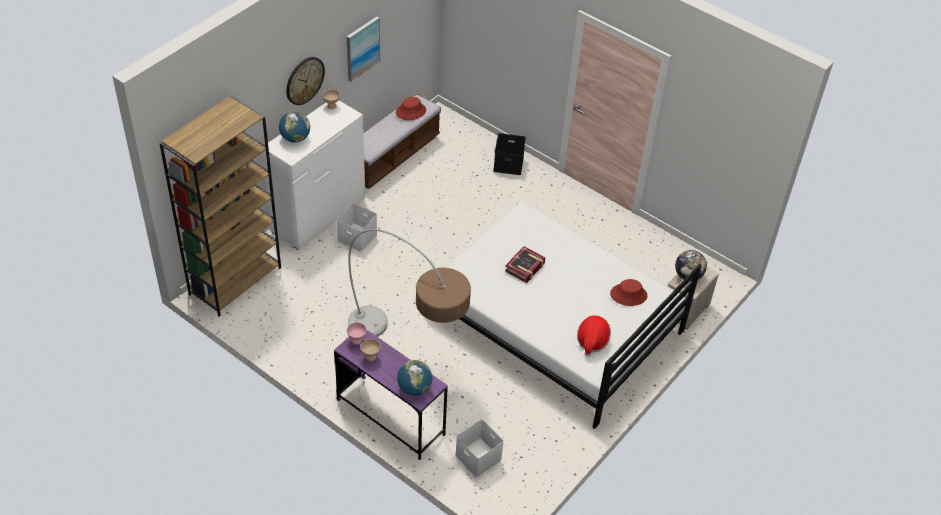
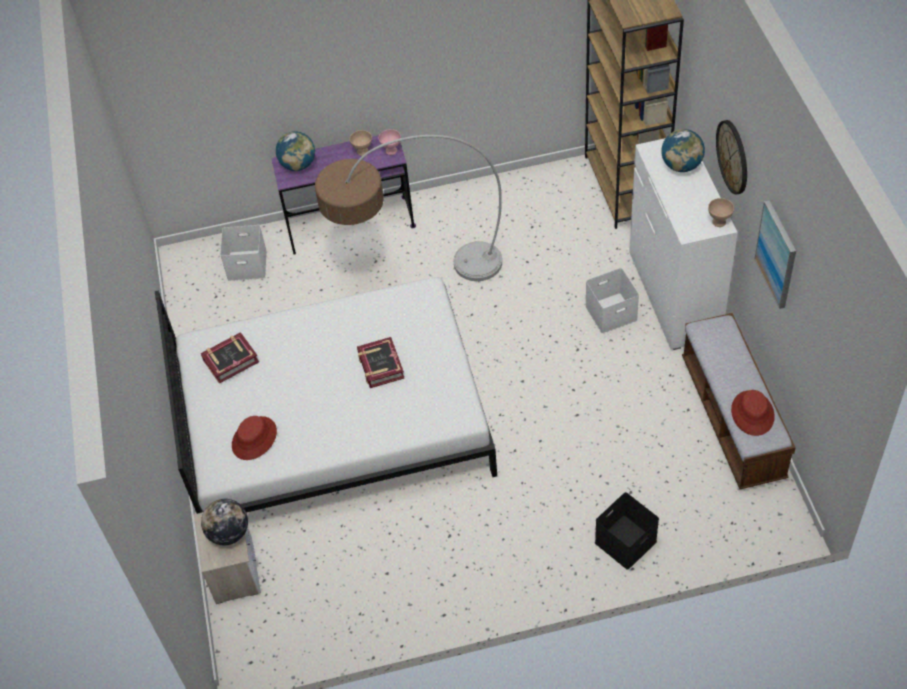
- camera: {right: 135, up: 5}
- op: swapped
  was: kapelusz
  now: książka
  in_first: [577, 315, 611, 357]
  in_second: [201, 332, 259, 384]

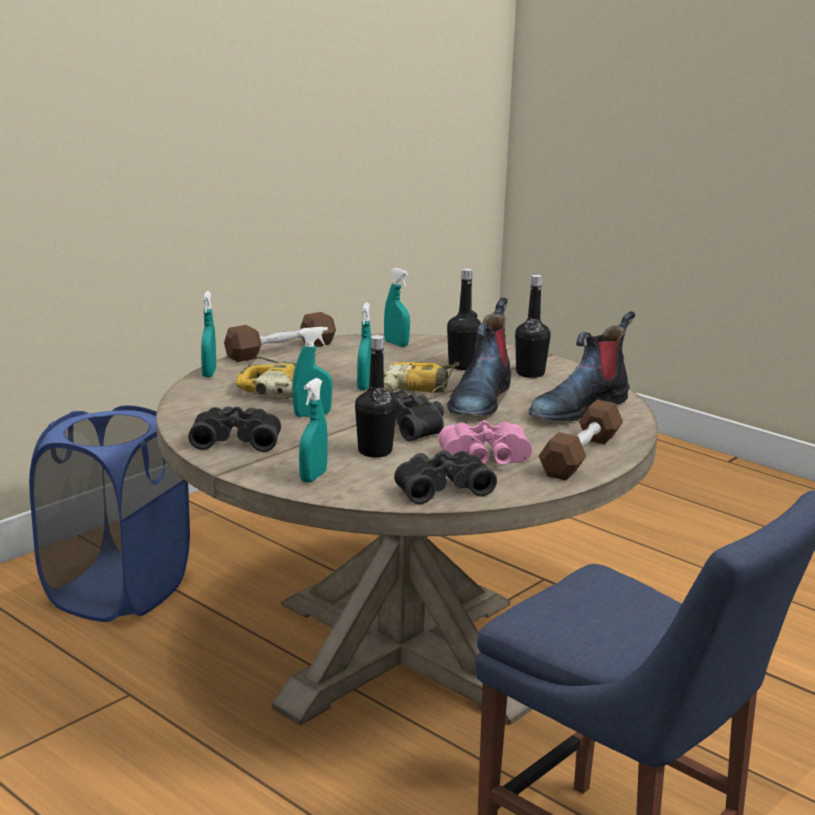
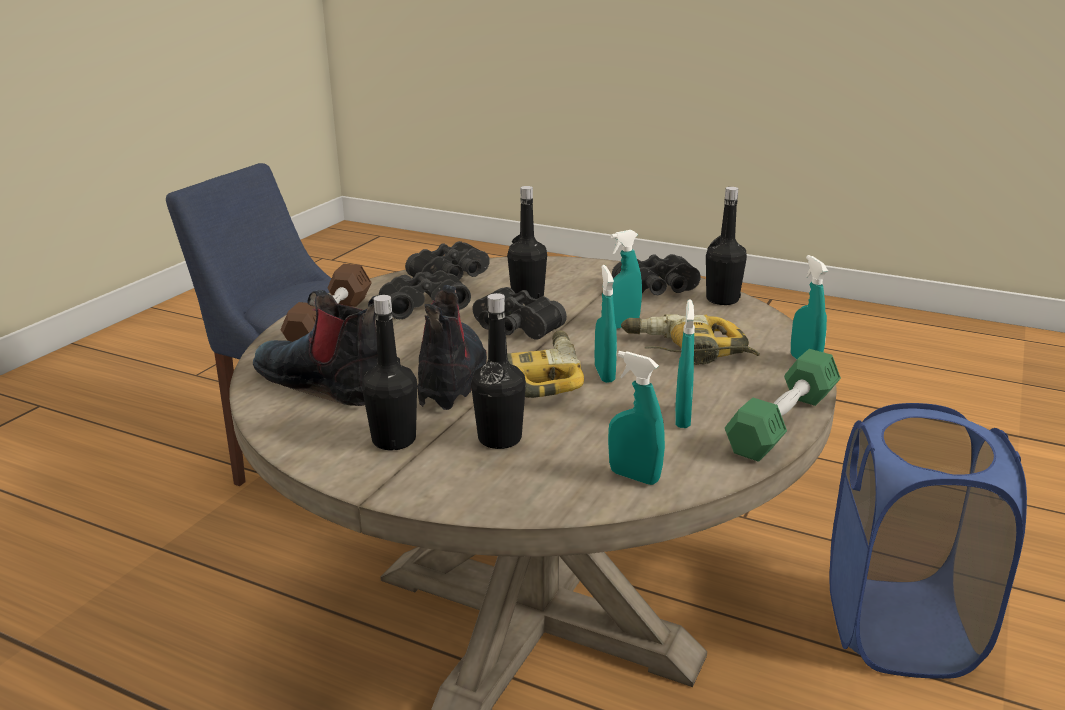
- camera: {right: 165, up: 5}
- op: new
  now: butelka (czarny)
  in_second: [706, 187, 747, 305]
- op: shifted
  was: spryskiwacz (turkusowy)
  in_first: [299, 378, 328, 483]
  in_second: [675, 300, 695, 428]
- op: repainted
  was: hantel (brązowy)
  now: hantel (zielony)
  in_first: [224, 312, 336, 362]
  in_second: [725, 349, 841, 461]
- op: repainted
  was: lornetka (różowy)
  now: lornetka (czarny)
  in_first: [438, 421, 532, 465]
  in_second: [379, 270, 471, 319]
- op: rotated
  was: but z cholewką
  in_first: [529, 311, 635, 422]
  in_second: [253, 290, 378, 406]
  clockwise: -90

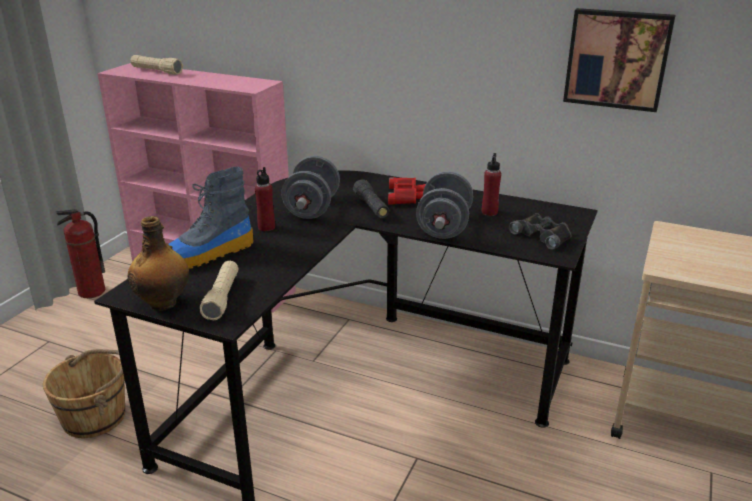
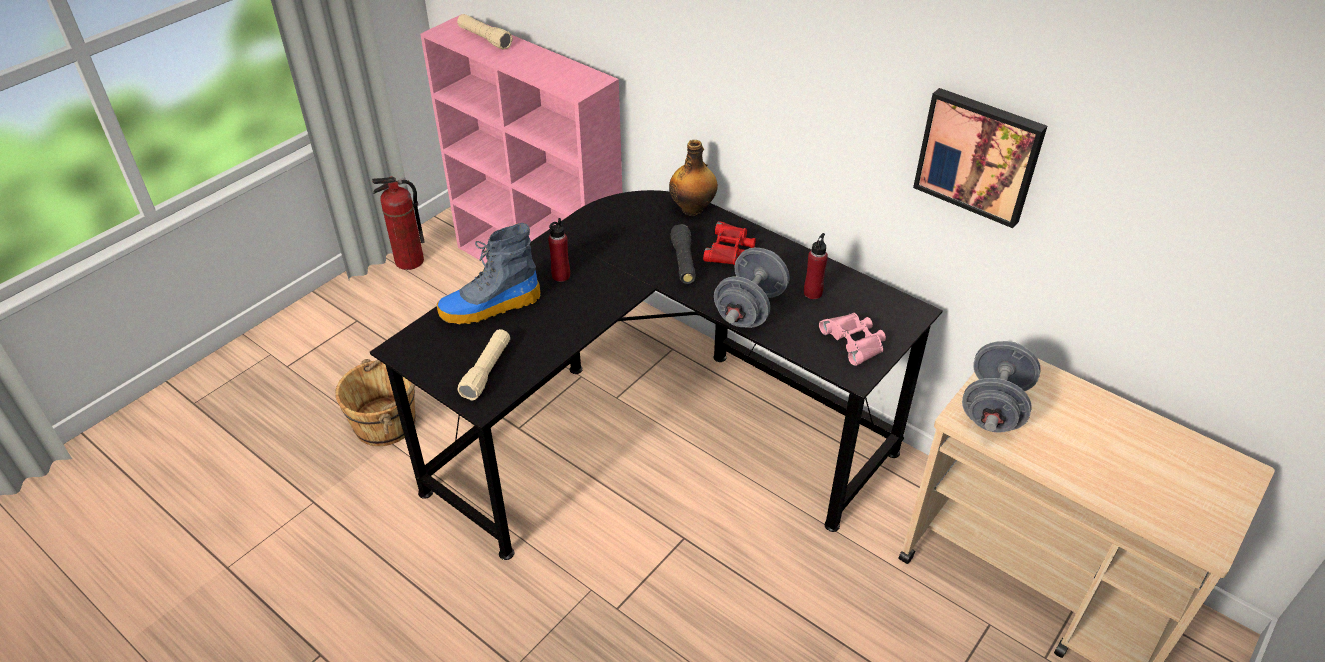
- camera: {right: 15, up: 15}
- op: shifted
  was: butelka
  in_first: [128, 216, 189, 311]
  in_second: [669, 140, 718, 216]
- op: shifted
  was: hantel (szary)
  in_first: [281, 156, 340, 219]
  in_second: [962, 341, 1041, 432]
- op: repainted
  was: lornetka (czarny)
  now: lornetka (różowy)
  in_first: [509, 213, 572, 250]
  in_second: [819, 313, 886, 366]

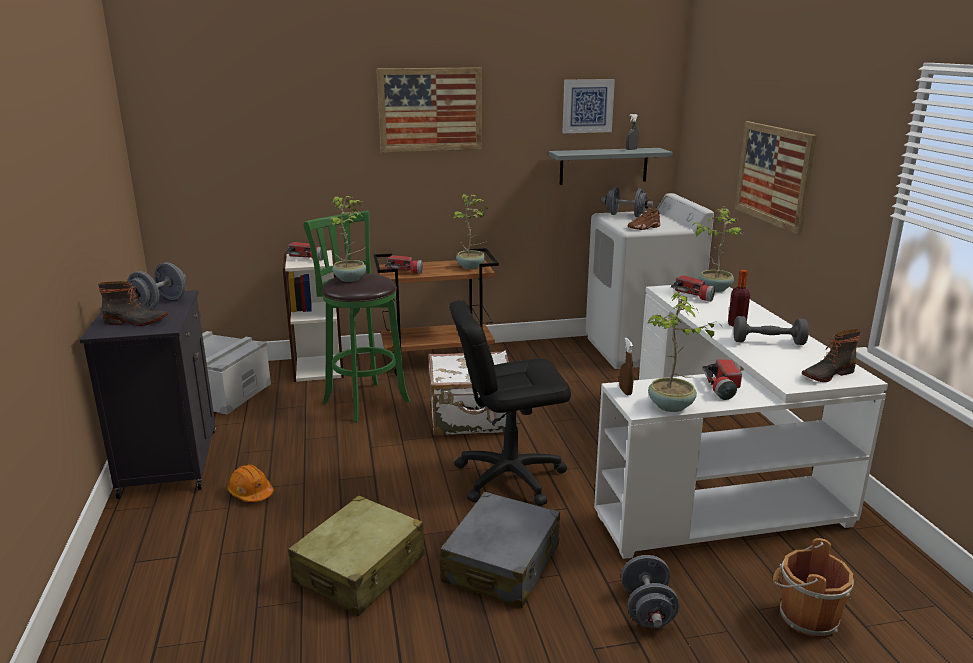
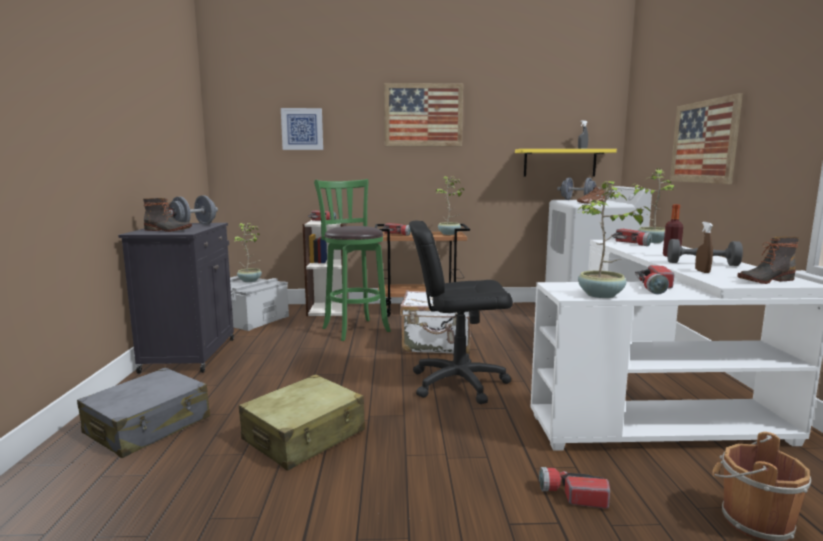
- camera: {right: 10, up: -10}
- op: gone
  was: kask (pomarańczowy)
  in_first: [228, 464, 274, 502]
- op: shifted
  was: roślina doniczkowa
  in_first: [328, 196, 366, 282]
  in_second: [232, 223, 262, 282]
- op: shifted
  was: walizka (szary)
  in_first: [440, 492, 560, 608]
  in_second: [77, 368, 210, 458]
- op: shifted
  was: obraz
  in_first: [562, 79, 615, 133]
  in_second: [281, 108, 323, 150]
- op: shifted
  was: spryskiwacz (brązowy)
  in_first: [619, 338, 634, 396]
  in_second: [695, 222, 713, 273]
- op: swapped
  was: hantel (szary)
  now: latarka
  in_first: [621, 555, 679, 628]
  in_second: [539, 467, 610, 509]
- op: repainted
  was: półka (szary)
  now: półka (żółty)
  in_first: [548, 148, 673, 185]
  in_second: [515, 149, 617, 177]

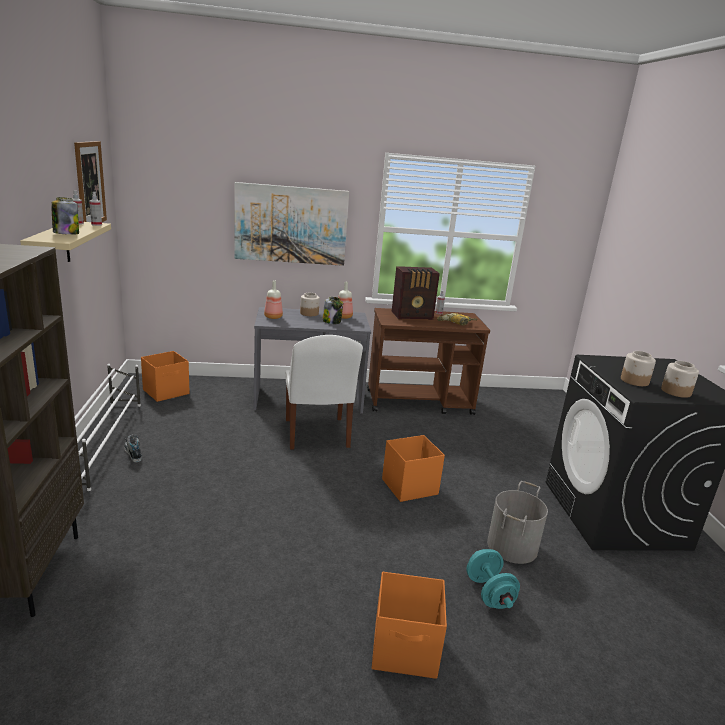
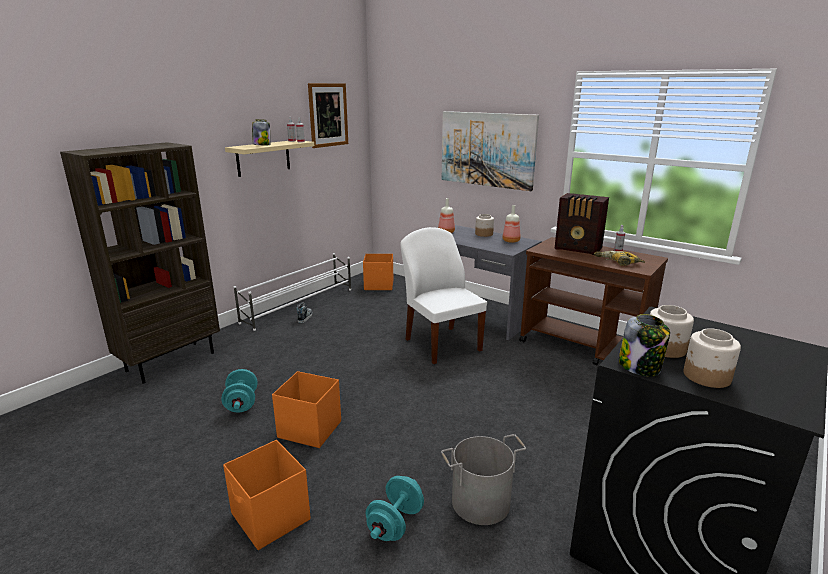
- camera: {right: 45, up: 0}
- op: new
  now: hantel (turkusowy)
  in_second: [221, 369, 257, 413]
- op: shifted
  was: słoik
  in_first: [322, 297, 343, 324]
  in_second: [619, 314, 670, 377]
- op: shifted
  was: pojemnik do przechowywania (pomarańczowy)
  in_first: [382, 435, 445, 502]
  in_second: [272, 371, 341, 448]
- op: rotated
  was: krzesło (biały)
  in_first: [286, 335, 363, 449]
  in_second: [400, 227, 487, 364]
  clockwise: 120

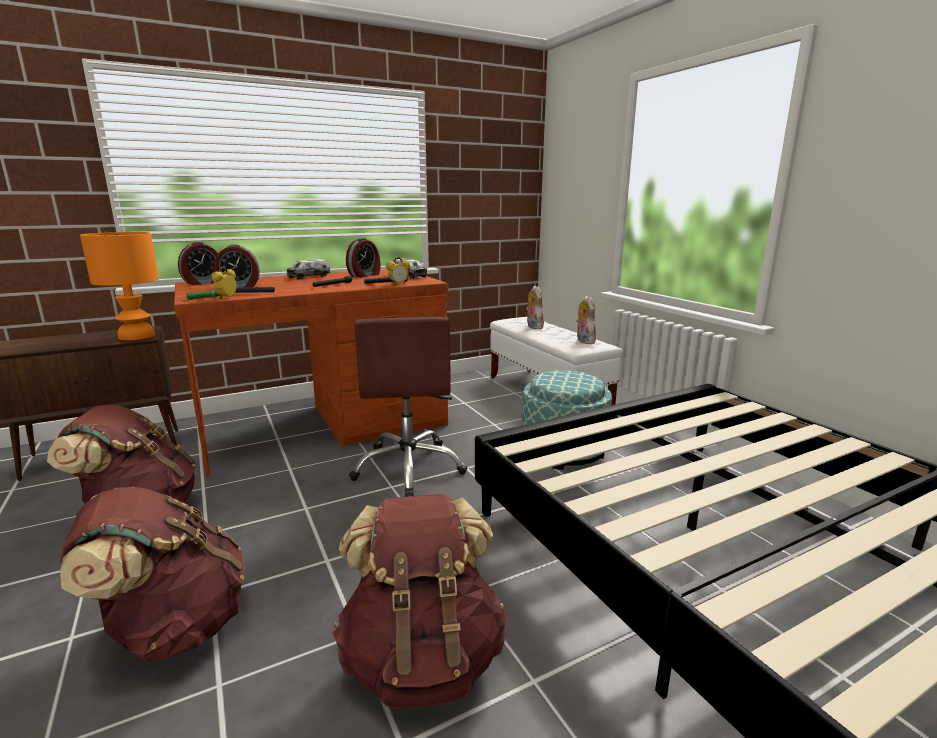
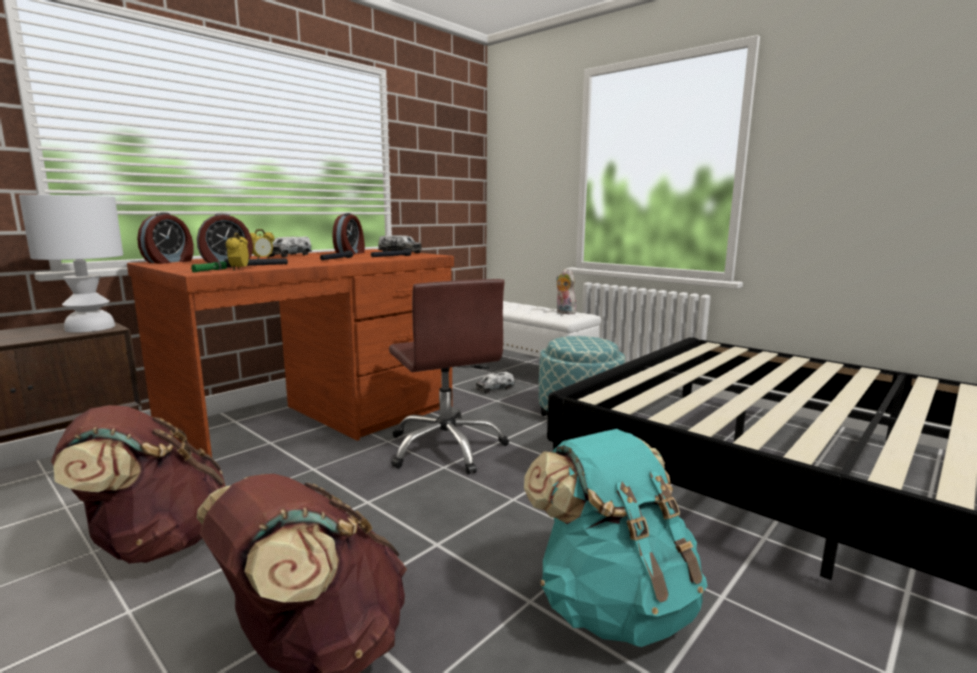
- camera: {right: -20, up: -5}
- op: gone
  was: pluszak
  in_first: [526, 286, 544, 329]
- op: new
  now: ciężarówka zabawkowa
  in_second: [476, 371, 514, 394]
- op: shifted
  was: budzik
  in_first: [386, 257, 410, 285]
  in_second: [250, 229, 274, 259]
- op: repainted
  was: lampa stołowa (pomarańczowy)
  now: lampa stołowa (biały)
  in_first: [80, 232, 159, 340]
  in_second: [19, 195, 123, 333]
- op: repainted
  was: plecak (brązowy)
  now: plecak (turkusowy)
  in_first: [332, 494, 507, 708]
  in_second: [524, 429, 707, 647]

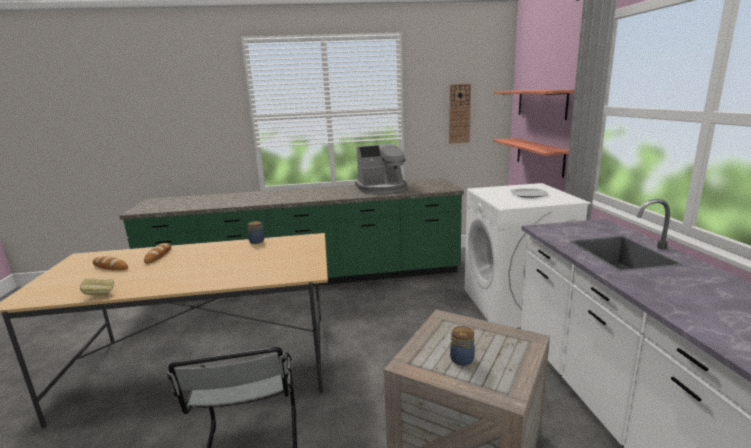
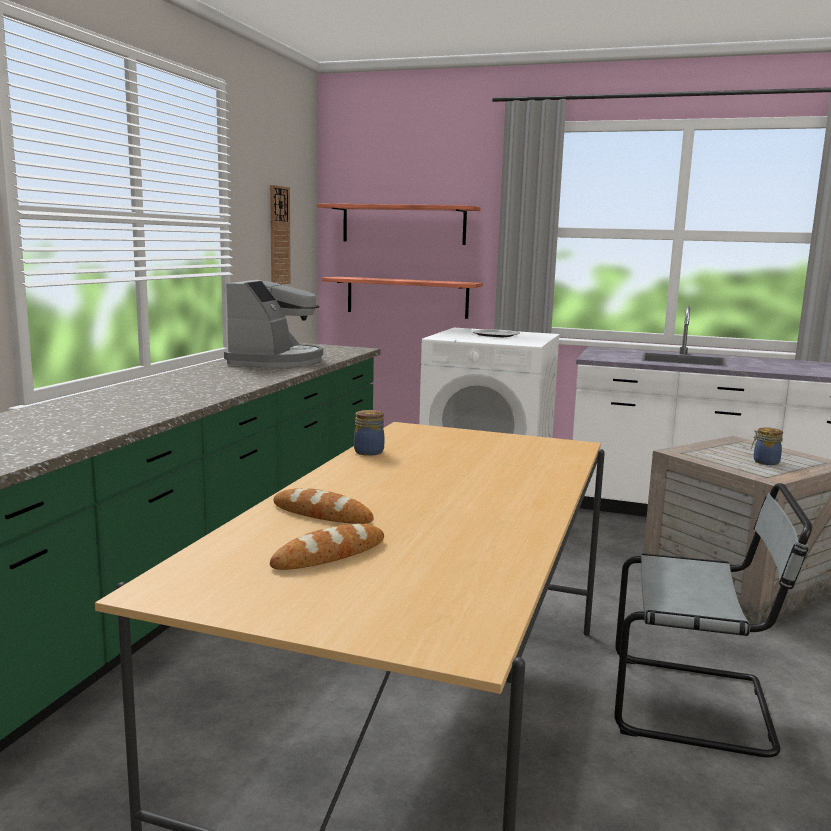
- camera: {right: -65, up: -5}
- op: gone
  was: chleb
  in_first: [80, 278, 114, 295]

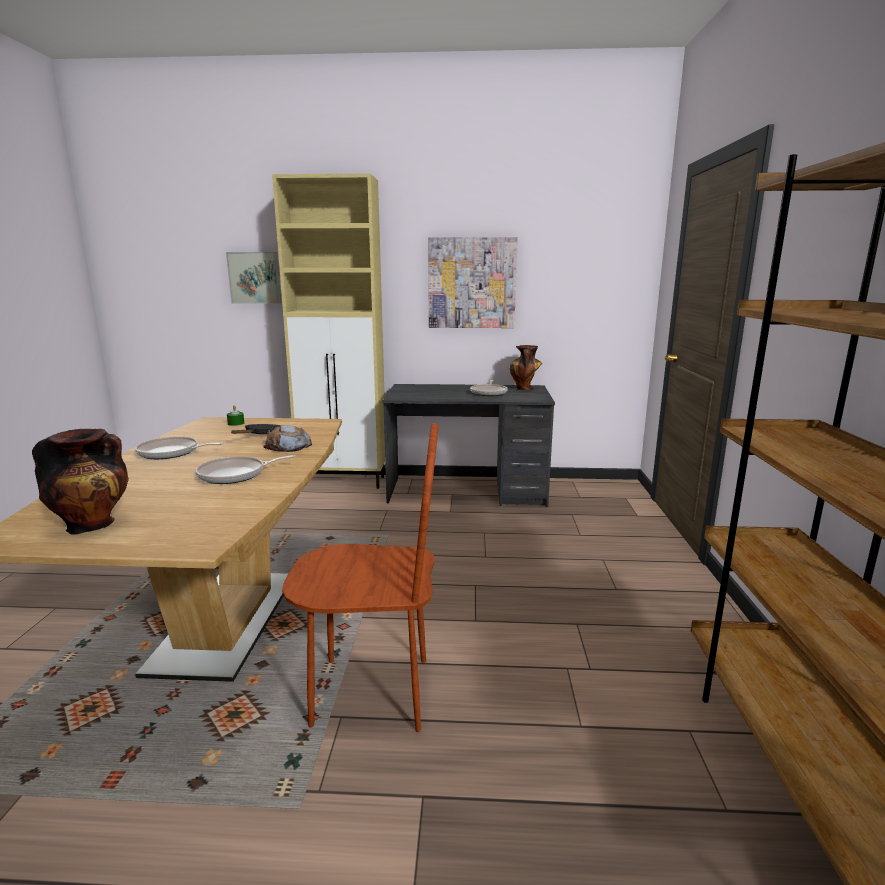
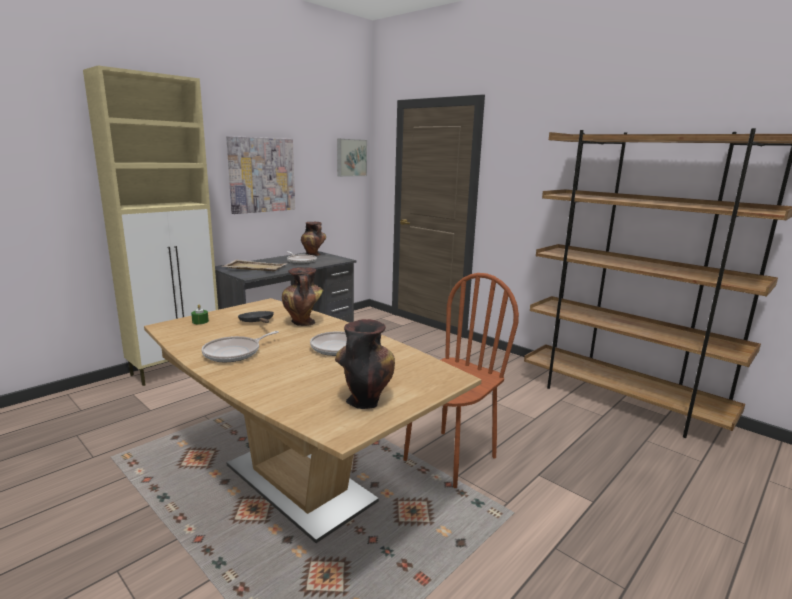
- camera: {right: -50, up: 0}
- op: new
  now: taca (beżowy)
  in_second: [222, 260, 286, 272]
- op: shifted
  was: obraz
  in_first: [226, 252, 281, 304]
  in_second: [337, 139, 367, 177]
- op: swapped
  was: chleb
  now: wazon
  in_first: [263, 425, 312, 452]
  in_second: [282, 267, 324, 326]

